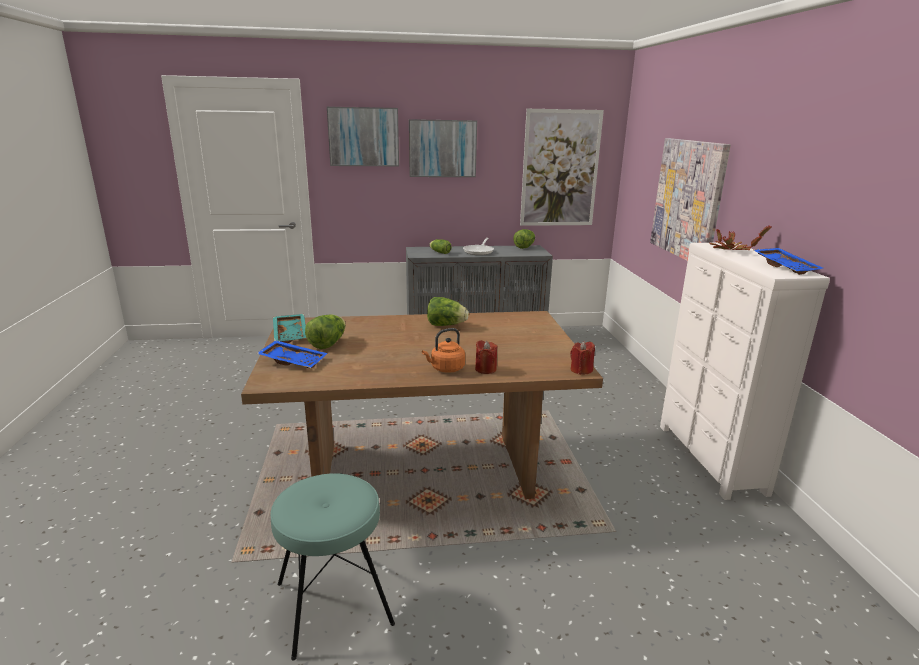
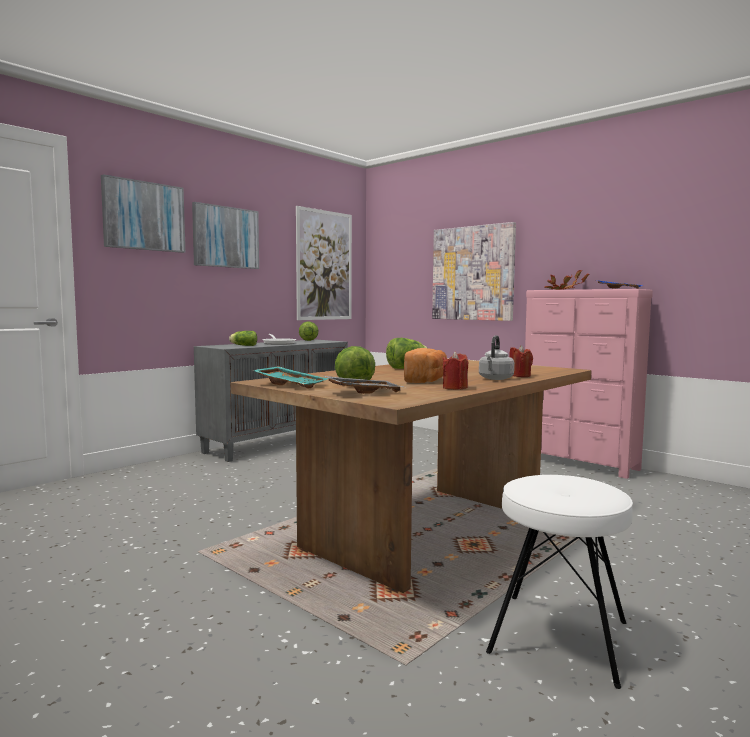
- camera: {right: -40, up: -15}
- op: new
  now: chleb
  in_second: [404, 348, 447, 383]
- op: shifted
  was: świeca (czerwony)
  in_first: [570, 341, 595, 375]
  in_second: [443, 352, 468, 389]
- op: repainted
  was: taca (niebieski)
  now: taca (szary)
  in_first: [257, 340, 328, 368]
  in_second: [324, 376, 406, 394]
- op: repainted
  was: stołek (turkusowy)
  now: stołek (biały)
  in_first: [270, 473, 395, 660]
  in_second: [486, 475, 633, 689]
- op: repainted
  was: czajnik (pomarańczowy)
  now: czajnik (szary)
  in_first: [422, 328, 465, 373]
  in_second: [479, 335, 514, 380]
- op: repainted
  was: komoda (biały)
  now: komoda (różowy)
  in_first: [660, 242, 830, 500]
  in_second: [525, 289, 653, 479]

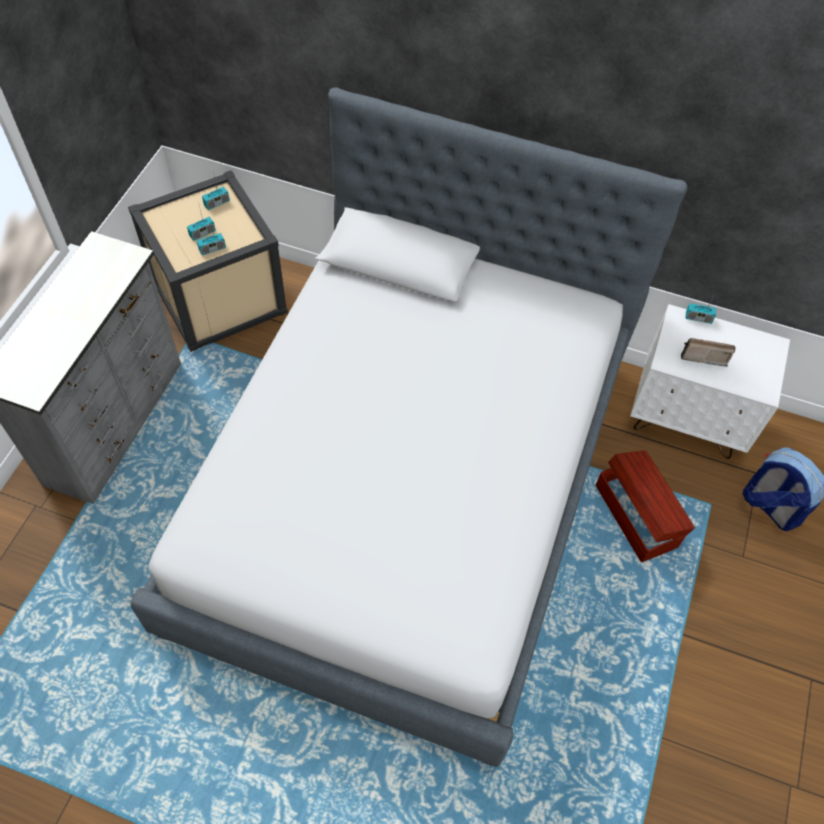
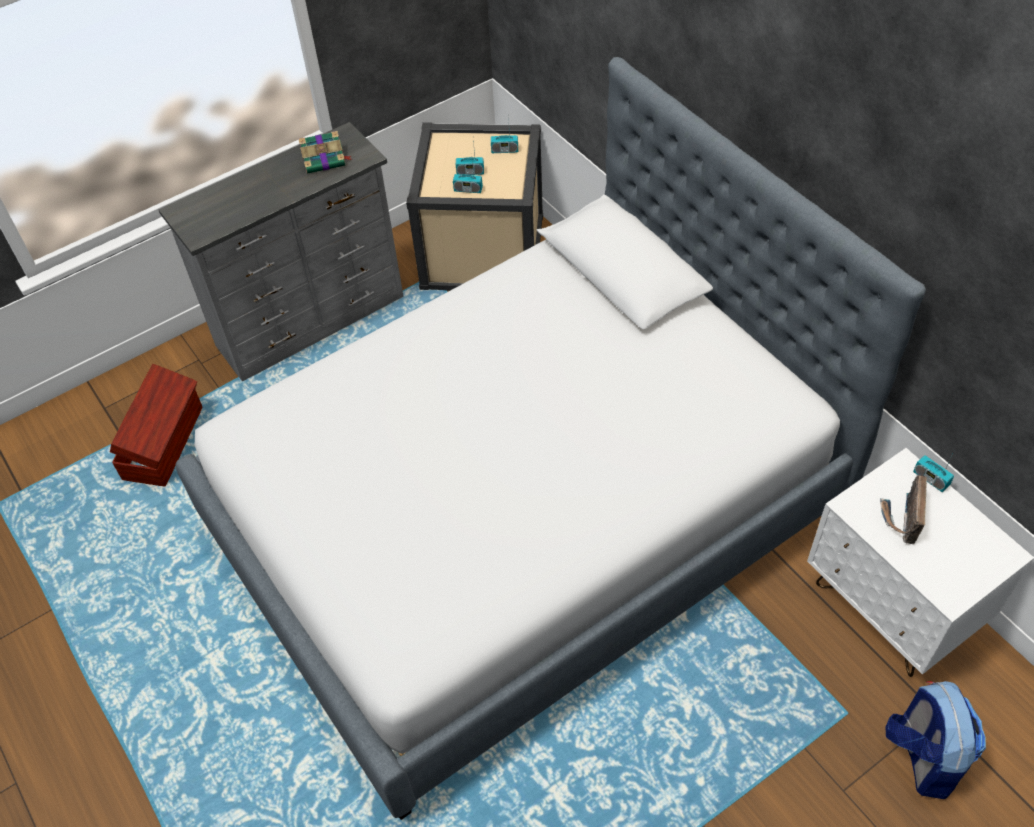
- camera: {right: 40, up: -5}
- op: new
  now: książka
  in_second: [299, 131, 351, 174]
- op: shifted
  was: pojemnik do przechowywania (brązowy)
  in_first: [596, 450, 695, 562]
  in_second: [110, 364, 203, 486]
- op: rotated
  was: radio
  in_first: [681, 338, 735, 367]
  in_second: [880, 475, 927, 544]
  clockwise: -120

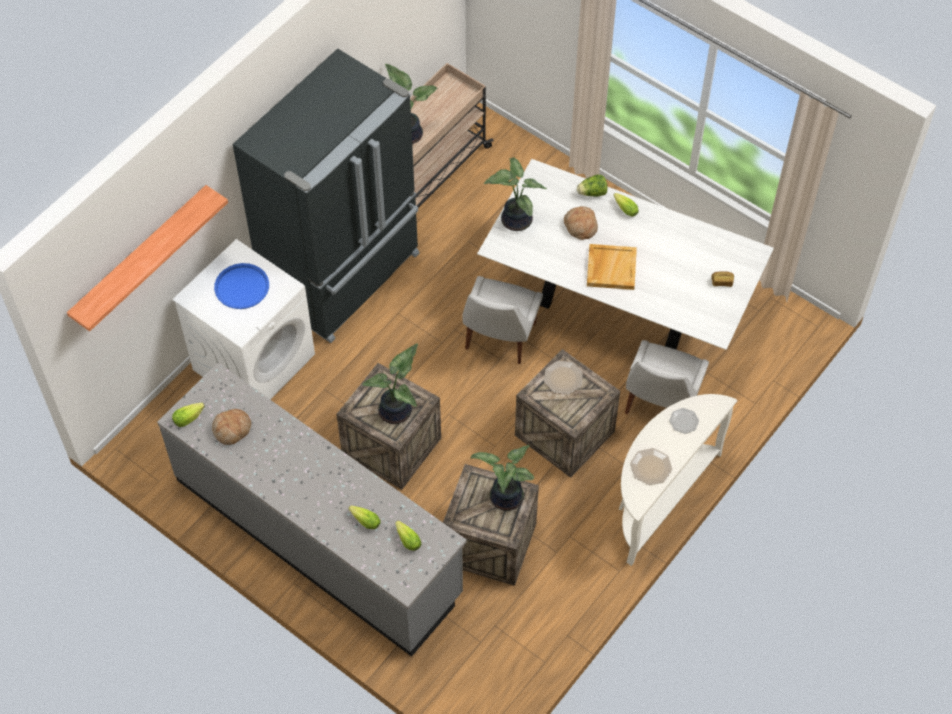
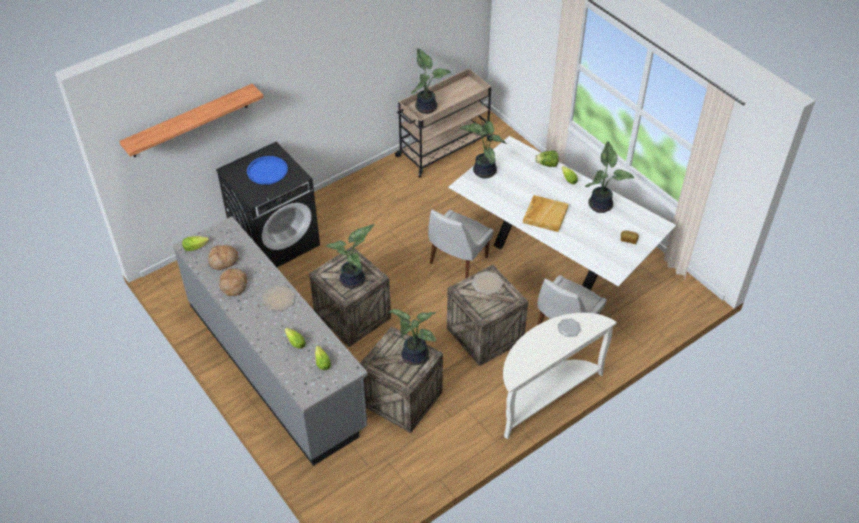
- camera: {right: 15, up: -10}
- op: gone
  was: lodówka (czarny)
  in_first: [233, 48, 419, 343]
- op: new
  now: roślina doniczkowa
  in_second: [585, 141, 634, 213]
- op: shifted
  was: chleb
  in_first: [564, 206, 598, 240]
  in_second: [219, 268, 247, 296]
- op: shifted
  was: talerz
  in_first: [630, 448, 672, 485]
  in_second: [262, 286, 295, 310]
- op: repainted
  was: pralka (biały)
  now: pralka (czarny)
  in_first: [172, 239, 315, 400]
  in_second: [216, 142, 320, 267]

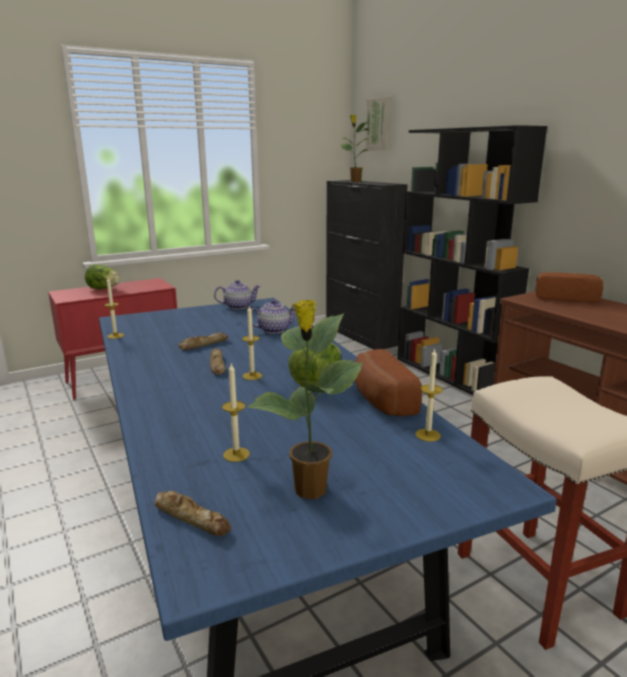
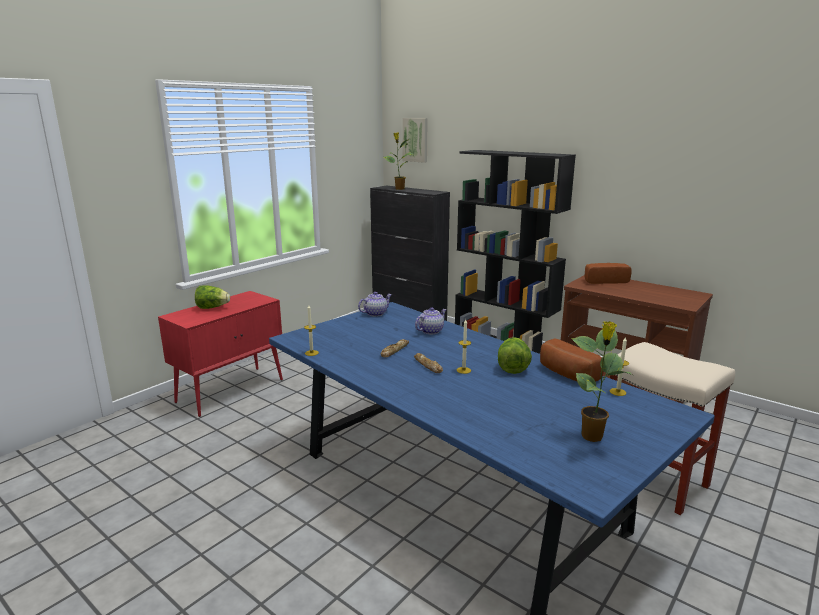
- camera: {right: -20, up: 0}
- op: gone
  was: chleb
  in_first: [154, 491, 231, 536]
- op: gone
  was: świeca
  in_first: [222, 364, 250, 462]

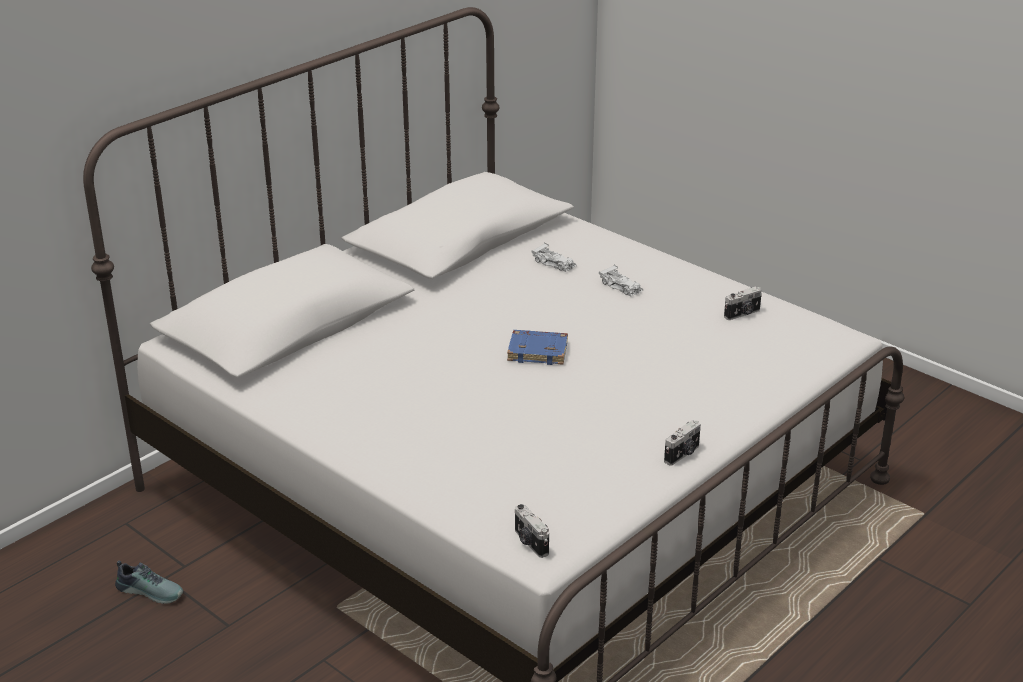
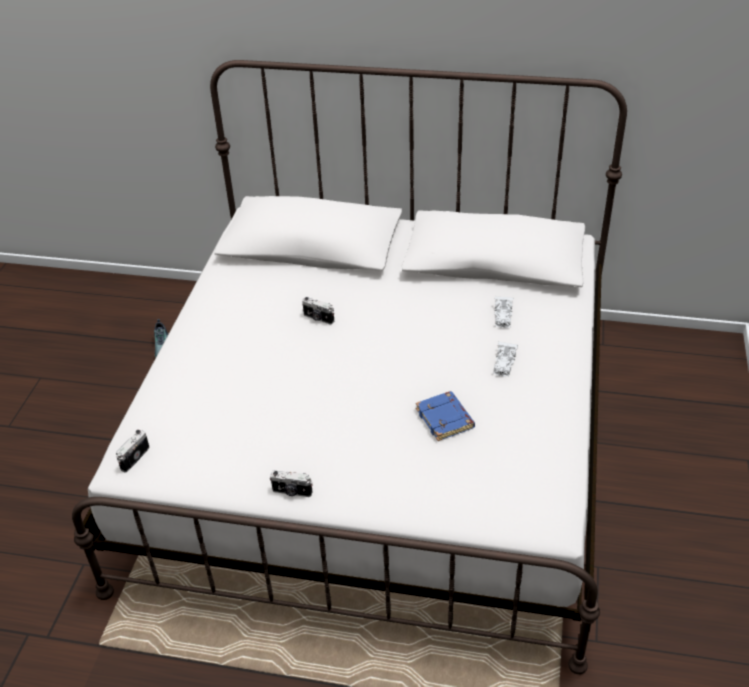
- camera: {right: 60, up: 10}
- op: shifted
  was: książka (niebieski)
  in_first: [507, 330, 568, 365]
  in_second: [416, 391, 475, 441]
- op: shifted
  was: aparat fotograficzny
  in_first: [724, 286, 762, 320]
  in_second: [302, 297, 334, 324]

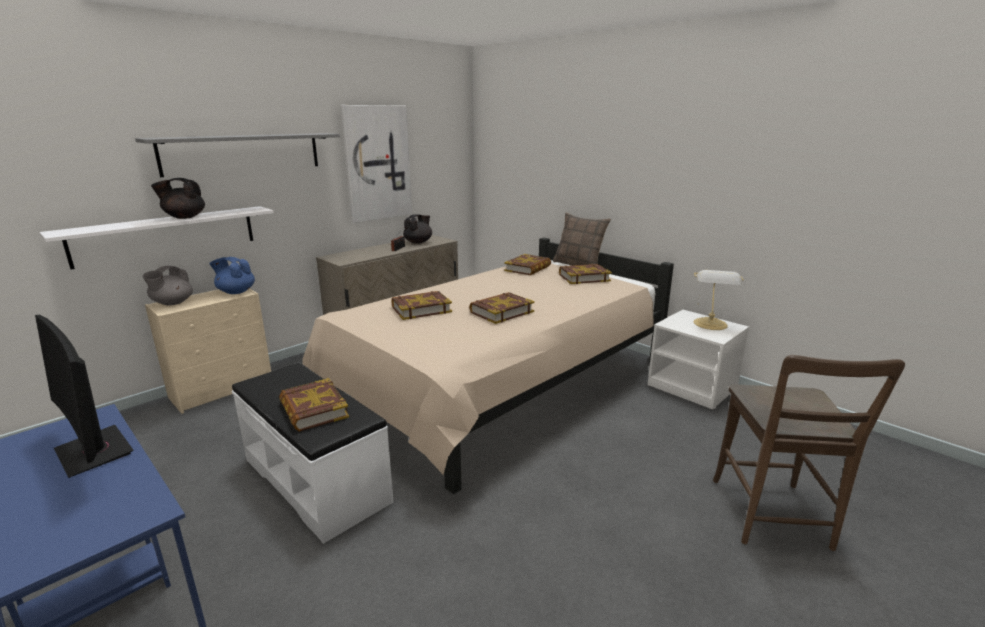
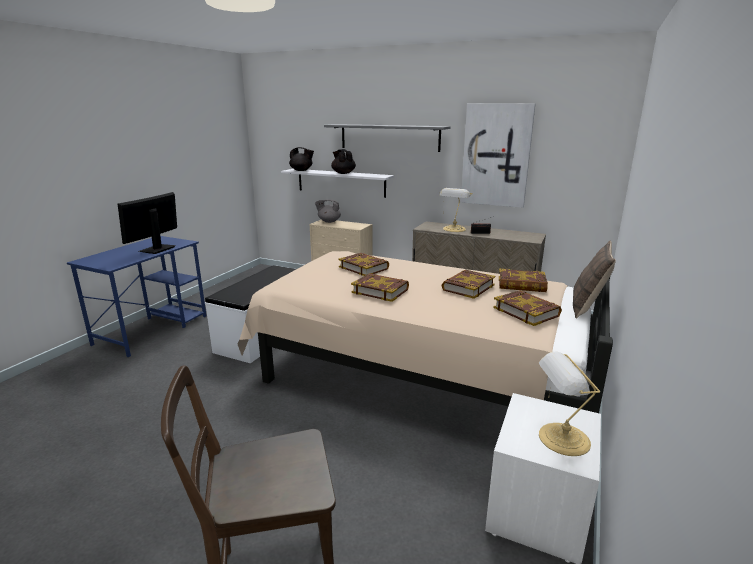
- camera: {right: 70, up: 0}
- op: gone
  was: imbryk (niebieski)
  in_first: [209, 257, 255, 294]
- op: new
  now: lampa stołowa
  in_second: [439, 188, 473, 232]
- op: shifted
  was: książka
  in_first: [279, 378, 349, 432]
  in_second: [441, 270, 495, 299]
- op: shifted
  was: imbryk (czarny)
  in_first: [403, 214, 432, 244]
  in_second: [289, 147, 314, 171]

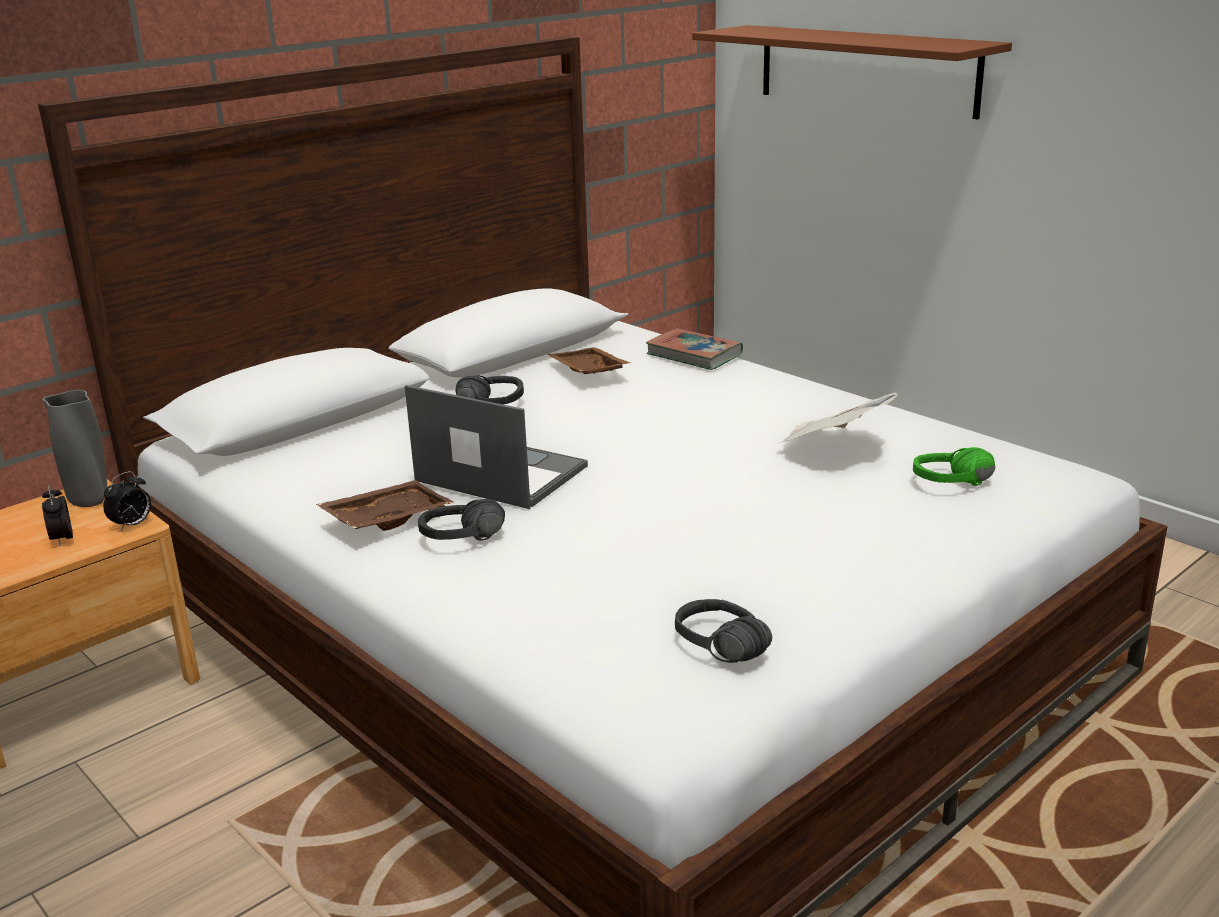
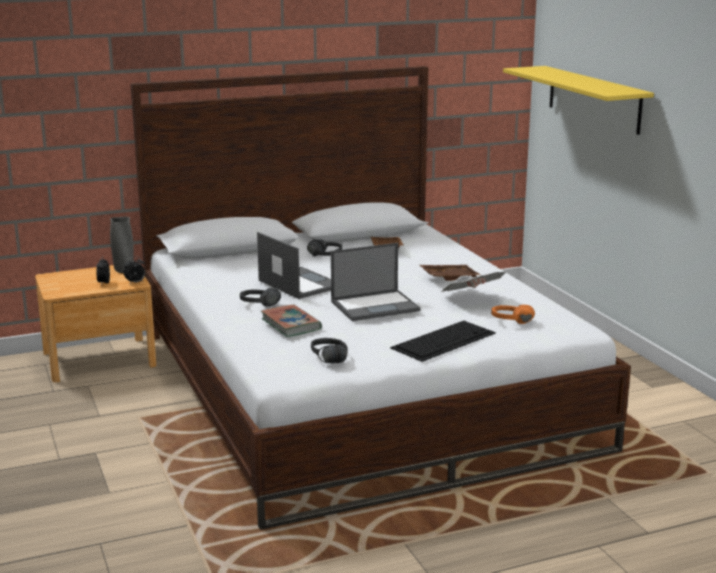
- camera: {right: 20, up: -5}
- op: new
  now: laptop
  in_second: [331, 243, 421, 321]
- op: new
  now: klawiatura
  in_second: [390, 321, 496, 362]
- op: shifted
  was: taca (brązowy)
  in_first: [316, 480, 455, 531]
  in_second: [420, 265, 481, 281]
- op: shifted
  was: książka
  in_first: [646, 328, 743, 370]
  in_second: [261, 305, 322, 337]
- op: repainted
  was: półka (brązowy)
  now: półka (żółty)
  in_first: [692, 25, 1012, 119]
  in_second: [503, 66, 654, 135]
- op: repainted
  was: słuchawki (zielony)
  now: słuchawki (pomarańczowy)
  in_first: [913, 447, 995, 486]
  in_second: [491, 305, 535, 324]

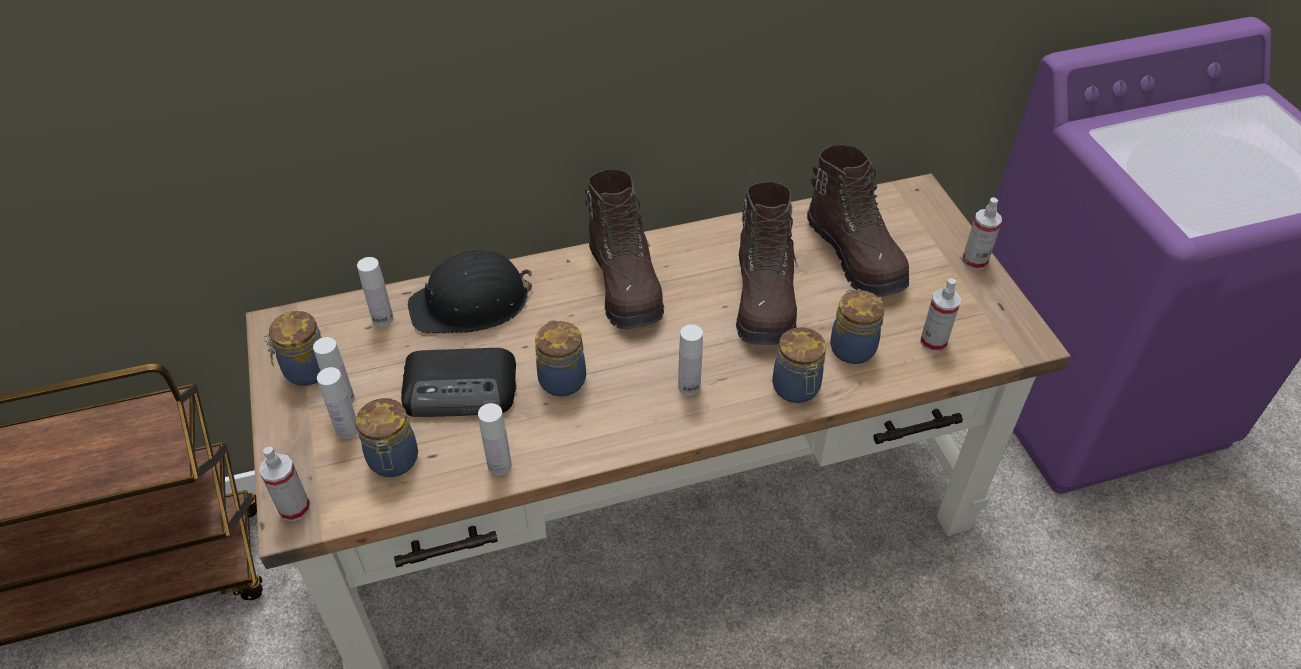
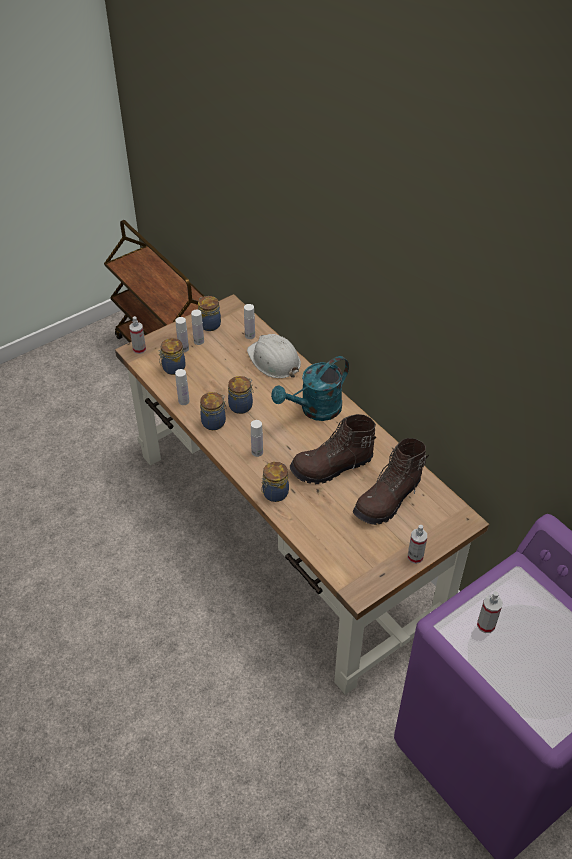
- camera: {right: 70, up: 0}
- op: gone
  was: radio
  in_first: [401, 348, 517, 417]
- op: shifted
  was: słoik
  in_first: [830, 289, 885, 364]
  in_second: [200, 392, 227, 430]
- op: shifted
  was: spryskiwacz
  in_first: [920, 279, 961, 352]
  in_second: [477, 591, 503, 633]
- op: swapped
  was: but z cholewką (brązowy)
  now: konewka (turkusowy)
  in_first: [585, 169, 664, 329]
  in_second: [271, 356, 349, 421]
- op: repainted
  was: kask (czarny)
  now: kask (biały)
  in_first: [408, 250, 532, 333]
  in_second: [247, 334, 301, 378]

